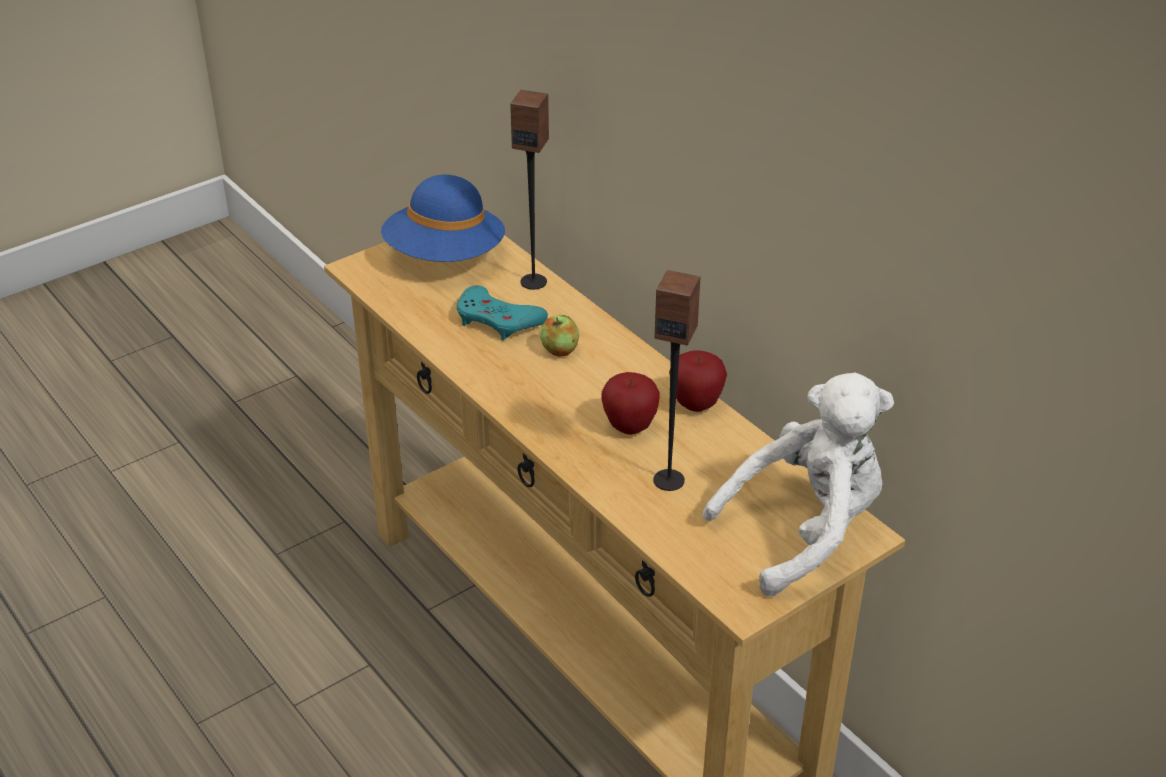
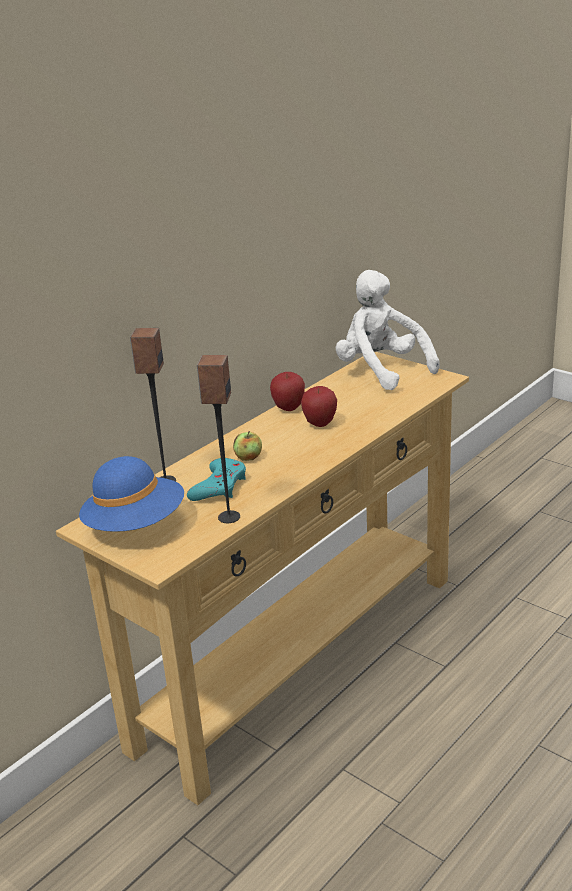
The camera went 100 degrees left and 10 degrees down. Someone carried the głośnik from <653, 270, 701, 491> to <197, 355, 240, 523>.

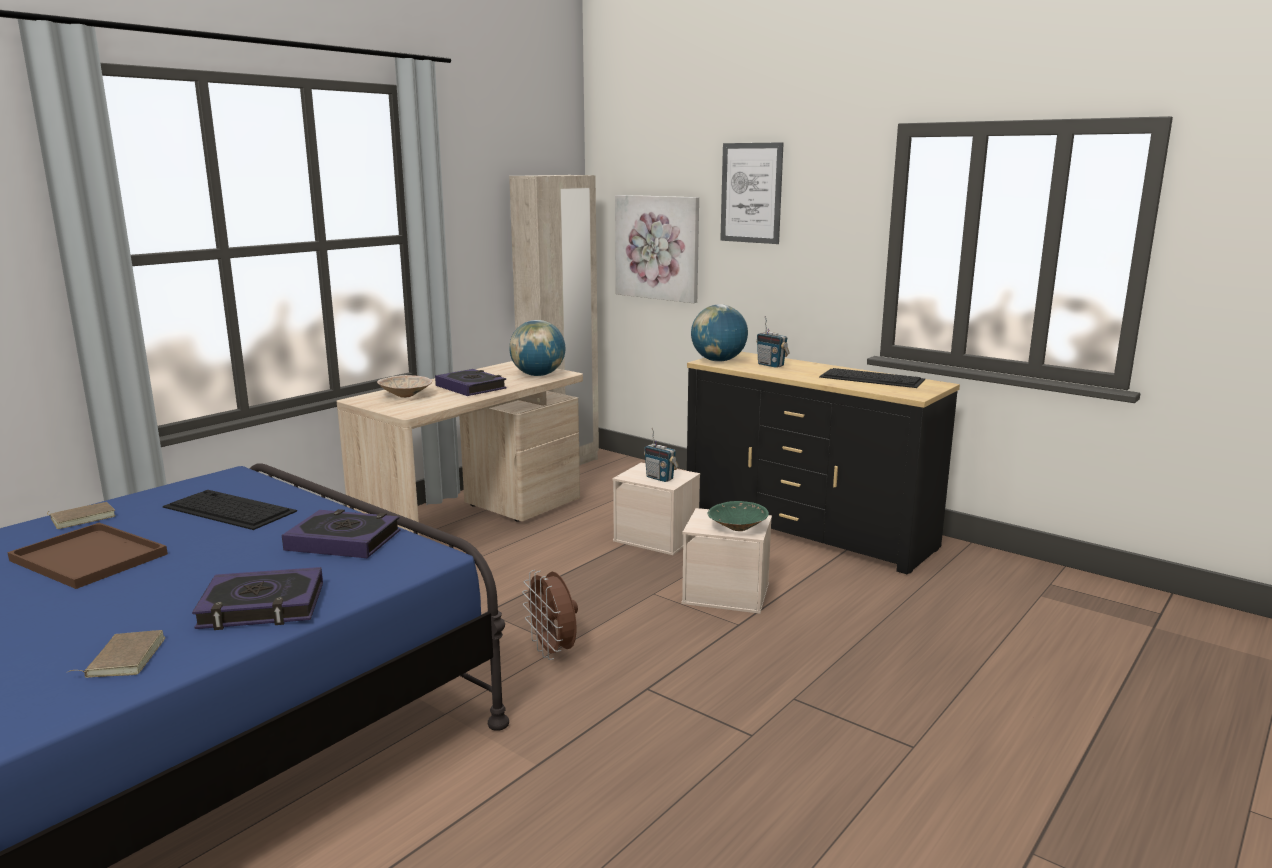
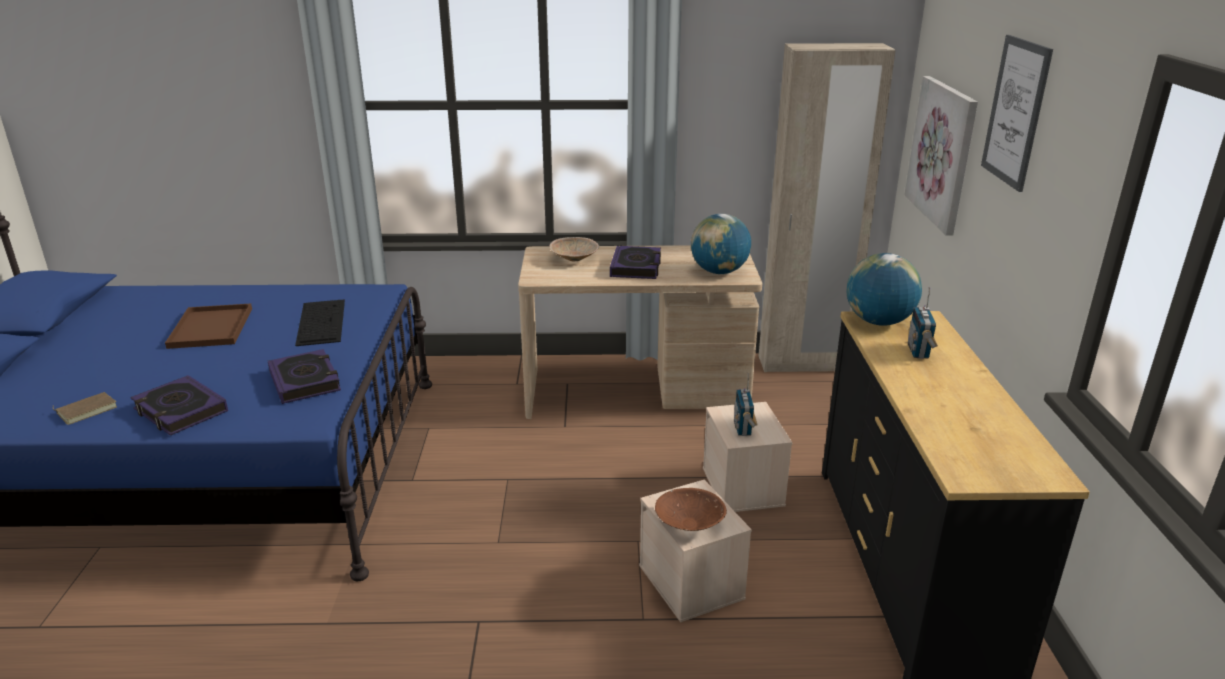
The camera went 50 degrees right and 10 degrees up. Someone repainted the miska [zielony] at <708, 501, 769, 531>, which became the miska [brązowy] at <655, 488, 727, 531>. Someone took away the książka [brązowy] at <47, 502, 115, 529>. Someone took away the wentylator [brązowy] at <522, 570, 578, 660>. Someone took away the klawiatura at <819, 368, 925, 388>.

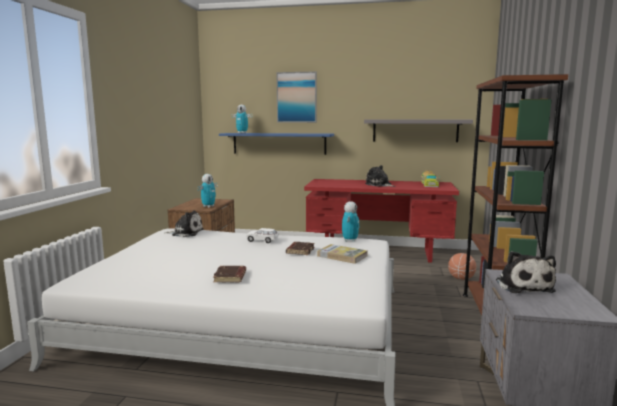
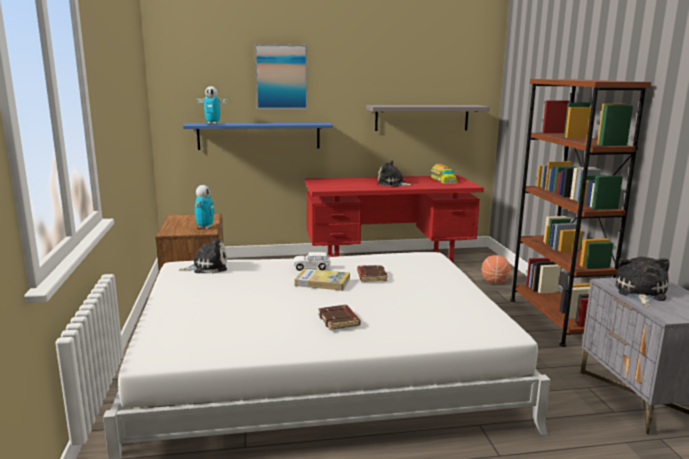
The camera went 20 degrees left and 5 degrees up. Someone carried the książka from <317, 244, 367, 264> to <294, 269, 350, 291>. Someone rotated the pluszak at <496, 251, 556, 293> by 135 degrees counterclockwise. Someone took away the robot zabawkowy at <342, 201, 359, 242>.

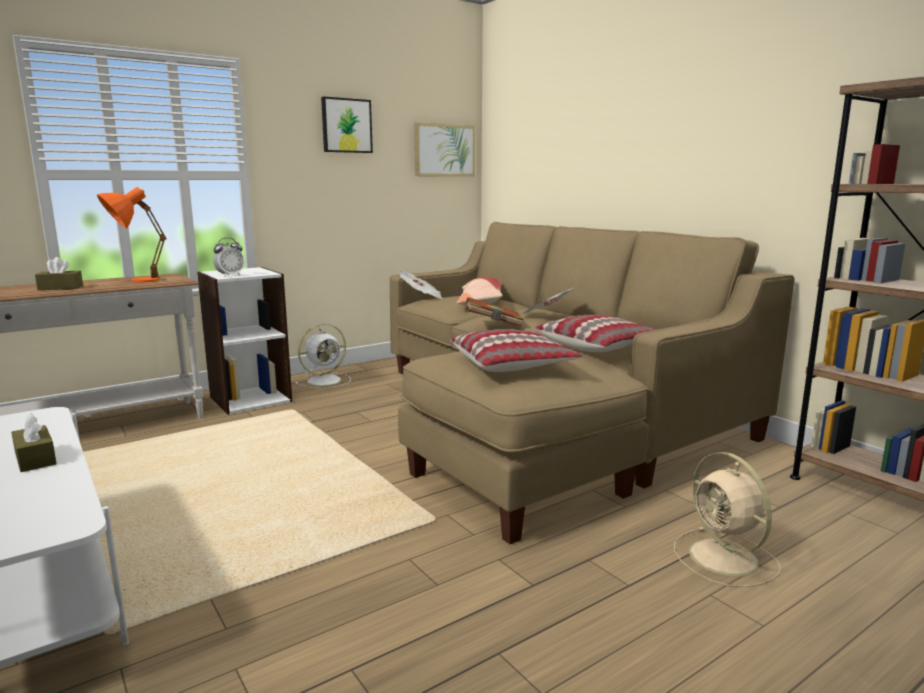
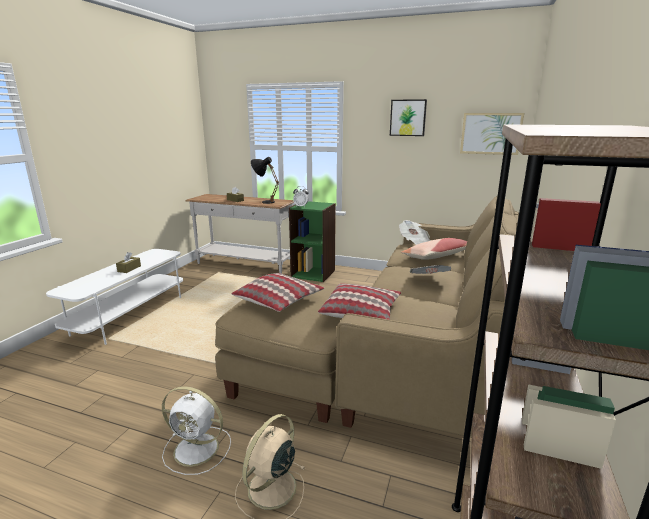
The camera went 55 degrees right and 5 degrees up. Someone carried the wentylator [biały] from <295, 324, 351, 388> to <162, 386, 231, 475>. Someone repainted the lampa stołowa [pomarańczowy] at <97, 187, 166, 283>, which became the lampa stołowa [czarny] at <251, 157, 279, 204>. Someone repainted the regał [biały] at <197, 267, 292, 415>, which became the regał [zielony] at <289, 201, 336, 282>. Someone took away the książka [brązowy] at <465, 297, 524, 327>.

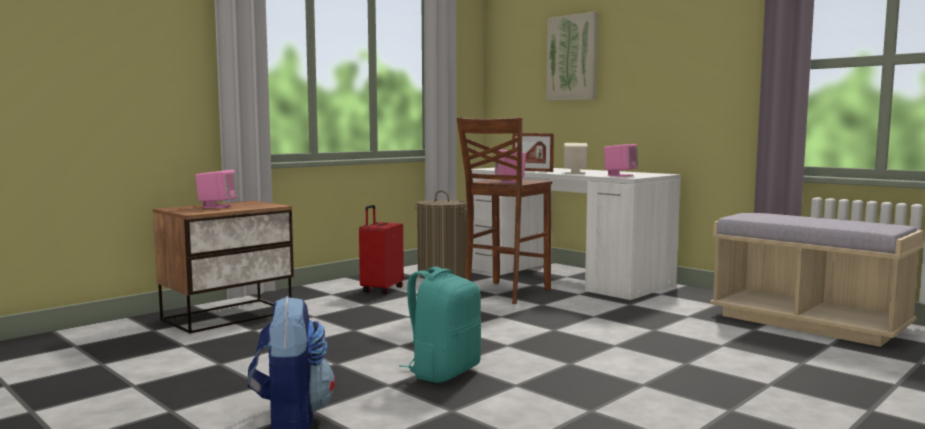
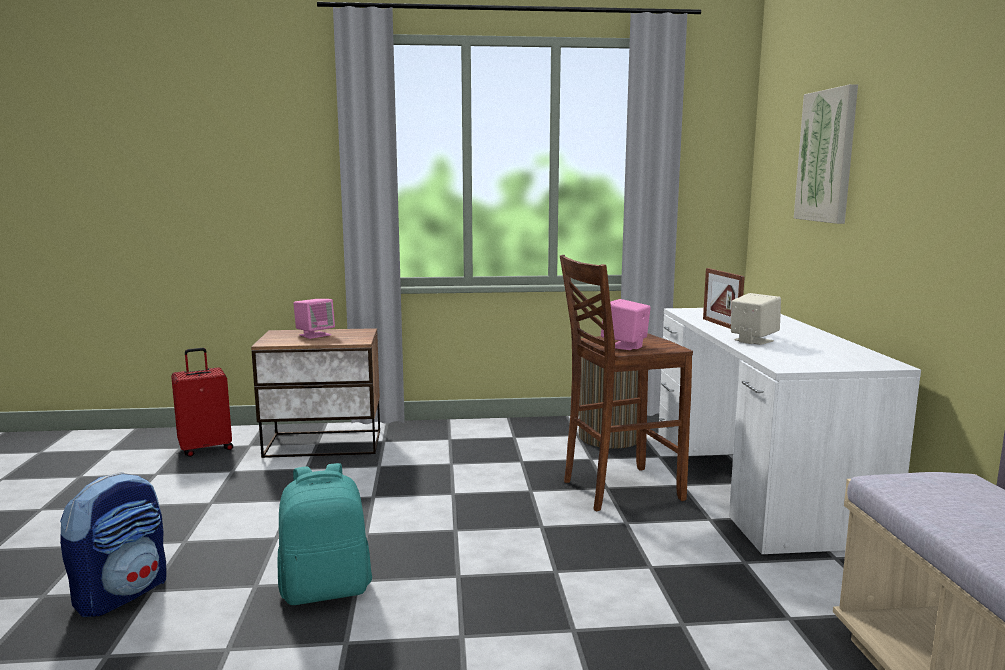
The camera went 40 degrees right and 5 degrees up. Someone carried the walizka [czerwony] from <359, 205, 404, 294> to <171, 348, 233, 457>. Someone took away the głośnik [różowy] at <604, 144, 638, 177>.

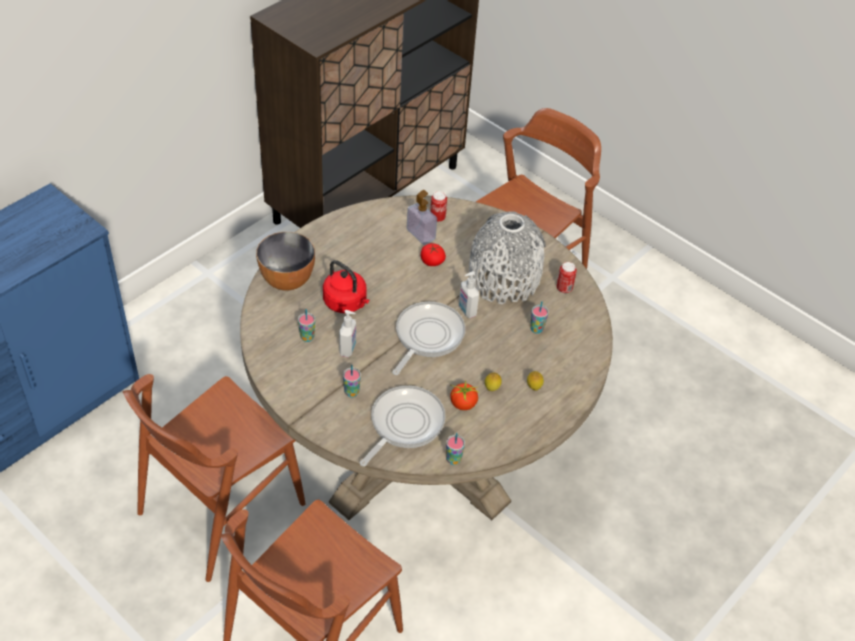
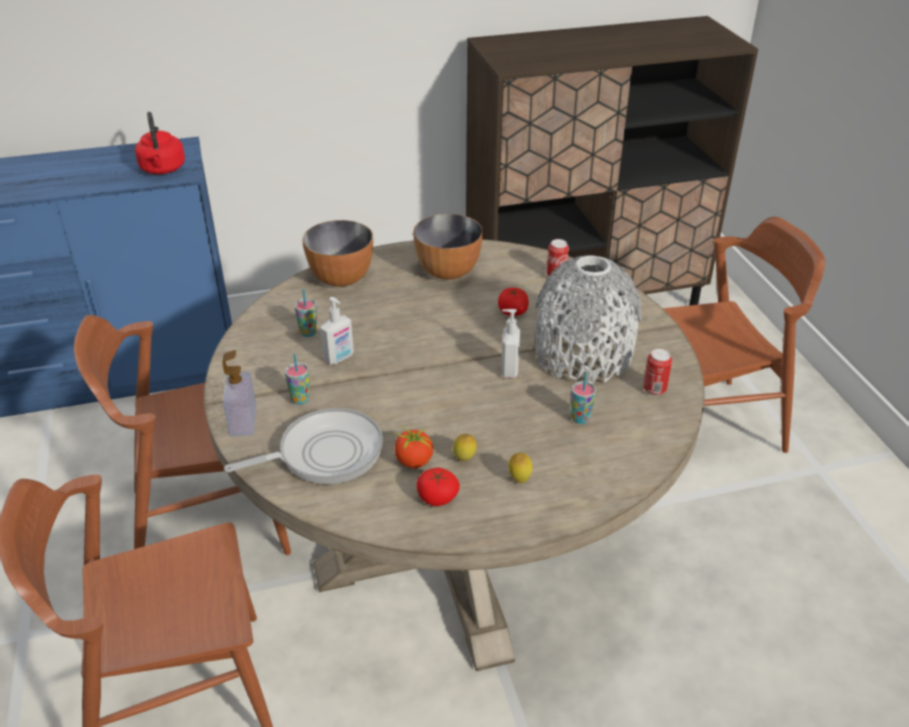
The camera went 35 degrees right and 10 degrees down. Someone carried the czajnik [czerwony] from <323, 260, 369, 313> to <135, 112, 185, 174>. Someone carried the dozownik mydła from <407, 190, 437, 245> to <222, 350, 256, 437>. Someone put down the miska at <413, 214, 483, 280>. Someone put down the pomidor at <416, 468, 460, 506>. Someone took away the patelnia at <392, 302, 465, 375>. Someone took away the filiżanka at <446, 433, 465, 465>.

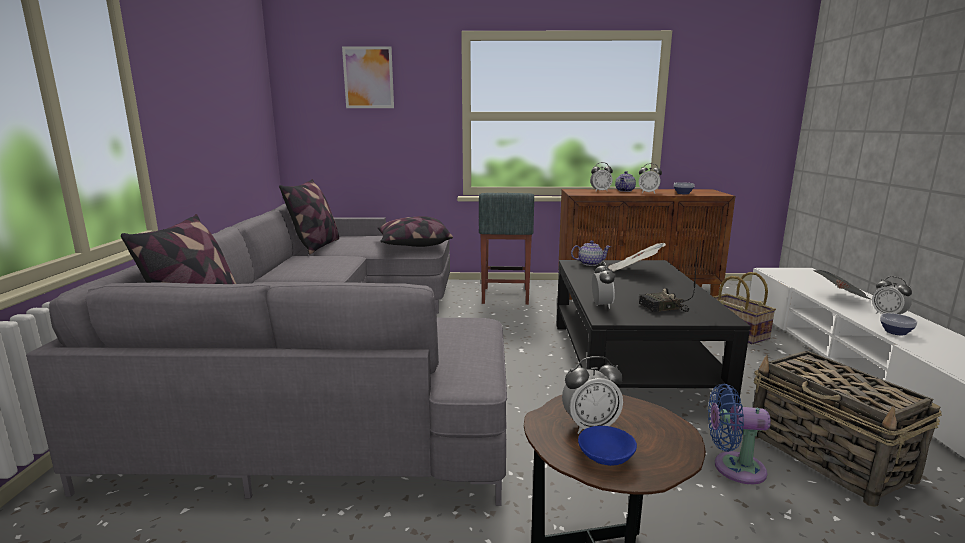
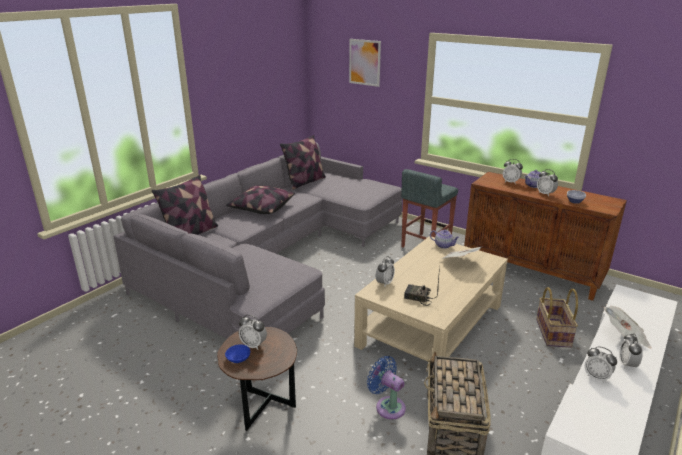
The camera went 35 degrees right and 10 degrees up. Someone carried the poduszka from <378, 216, 453, 247> to <226, 185, 295, 214>. Someone repainted the ława [czarny] at <556, 260, 751, 412>, which became the ława [beżowy] at <354, 236, 508, 361>. Someone swapped the miska at <880, 313, 917, 336> for the budzik at <585, 346, 617, 383>.

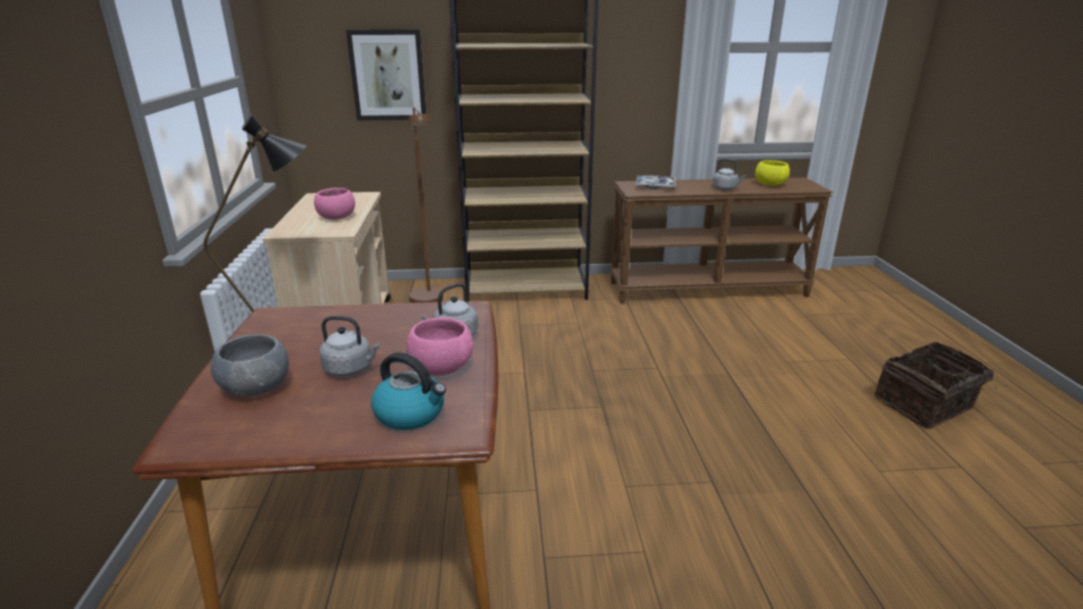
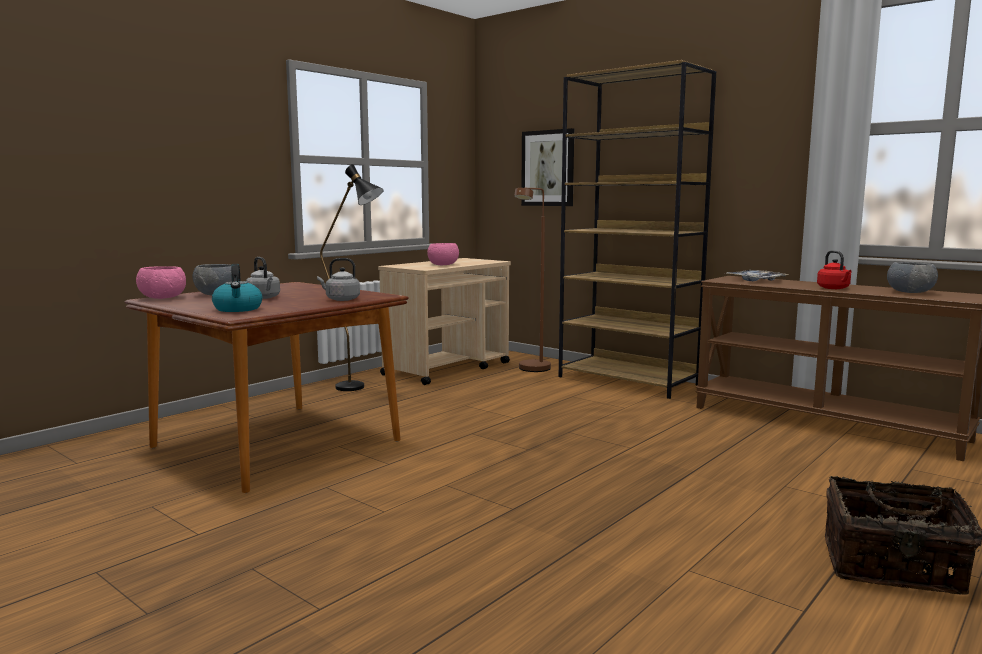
The camera went 45 degrees right and 15 degrees down. Someone carried the miska [różowy] from <406, 317, 473, 376> to <136, 266, 186, 299>. Someone repainted the czajnik [szary] at <713, 158, 746, 190>, which became the czajnik [czerwony] at <817, 250, 852, 289>. Someone repainted the miska [żółty] at <755, 160, 790, 186>, which became the miska [szary] at <887, 262, 938, 293>.

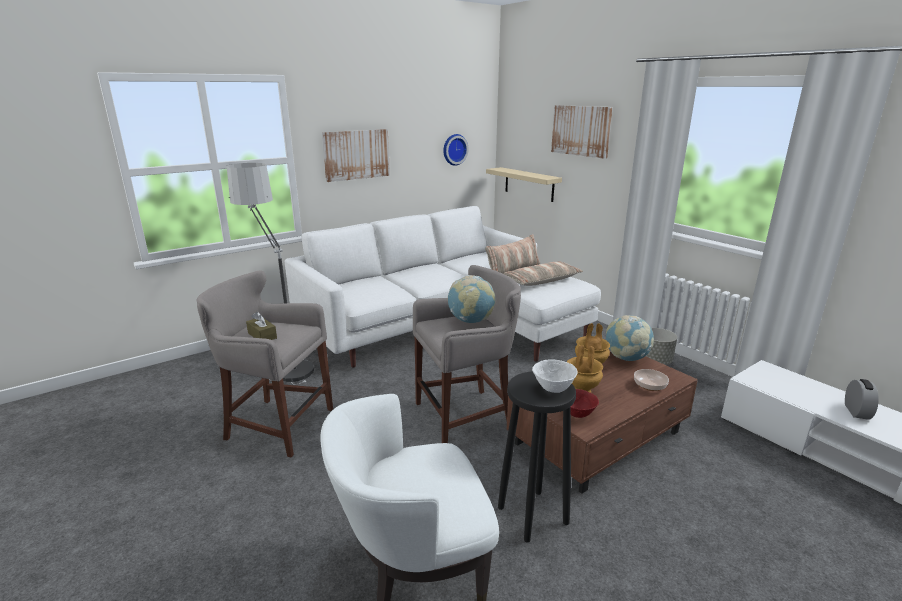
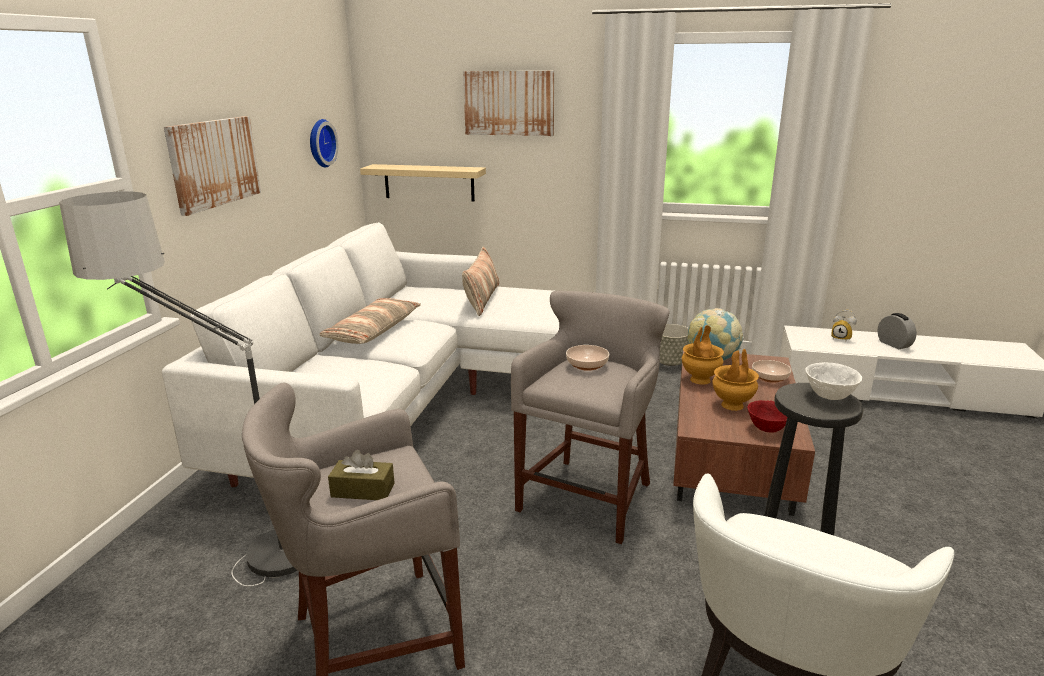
The camera went 40 degrees left and 0 degrees up. Someone carried the poduszka from <504, 261, 583, 286> to <320, 298, 421, 344>. Someone swapped the globus at <448, 275, 496, 323> for the miska at <566, 345, 609, 371>. Someone put down the budzik at <831, 310, 857, 340>.

